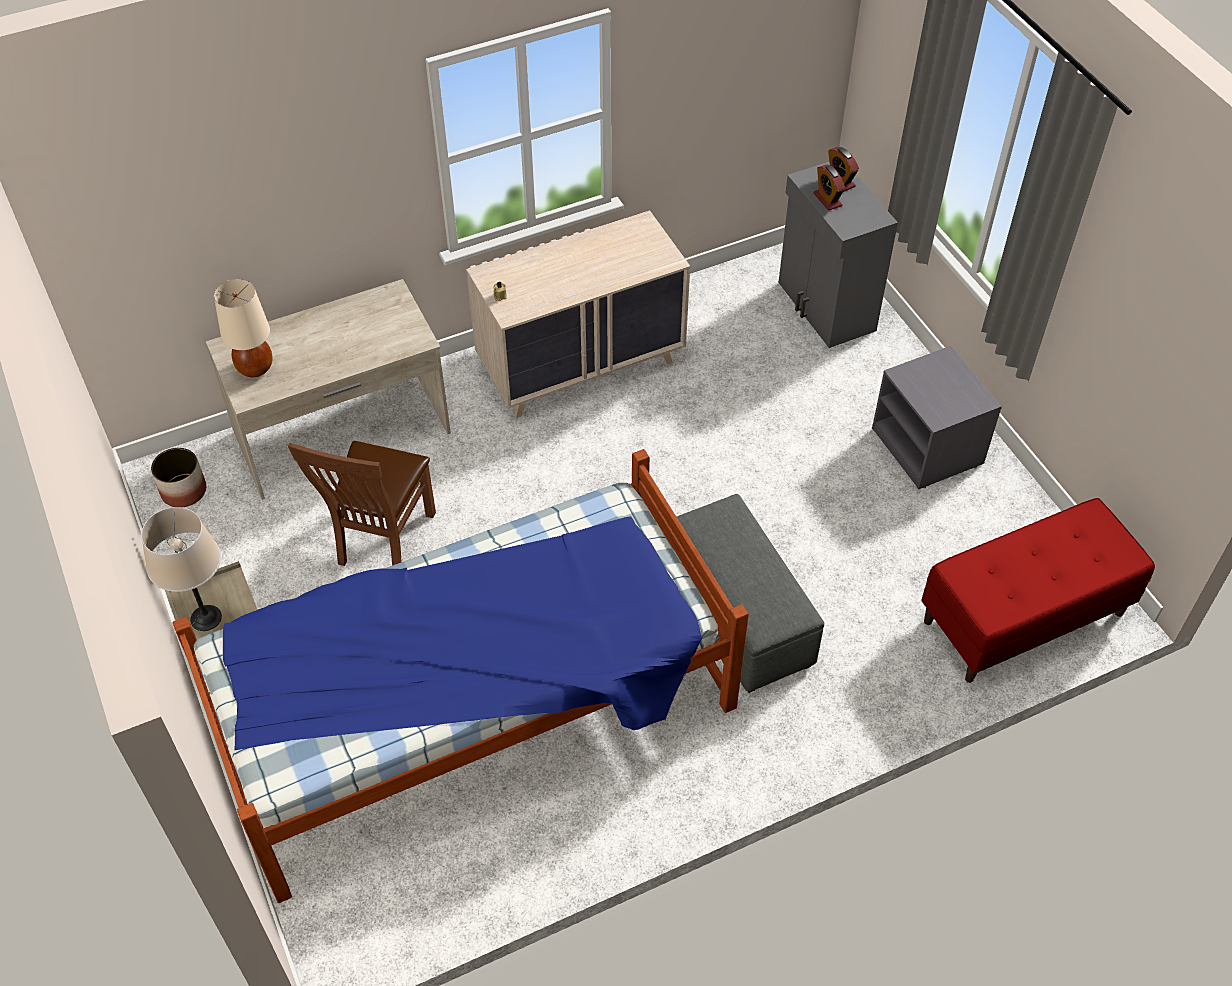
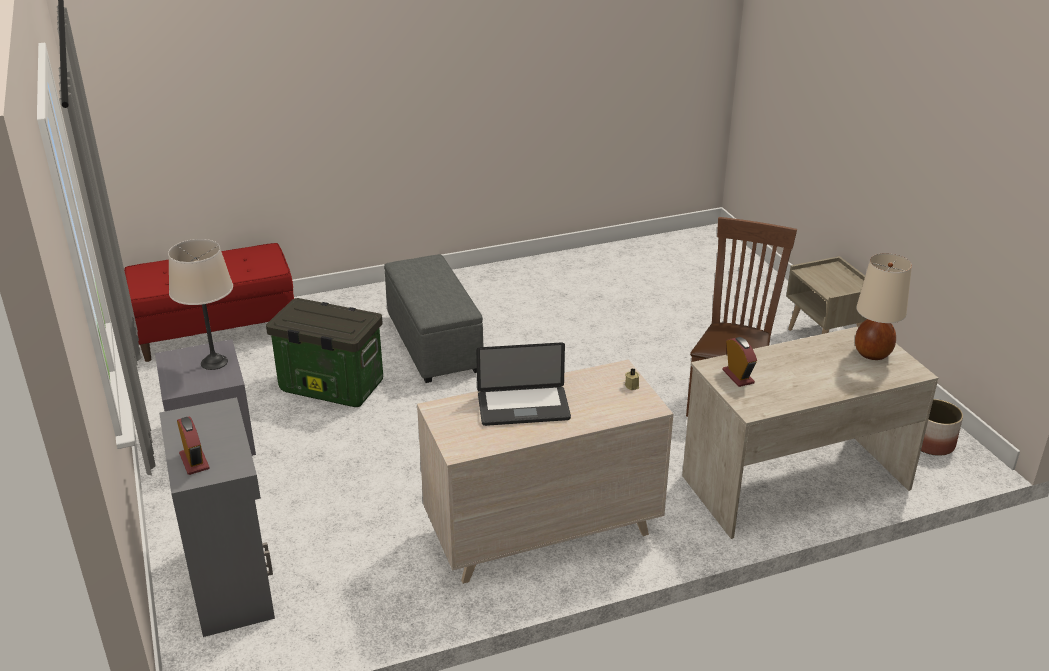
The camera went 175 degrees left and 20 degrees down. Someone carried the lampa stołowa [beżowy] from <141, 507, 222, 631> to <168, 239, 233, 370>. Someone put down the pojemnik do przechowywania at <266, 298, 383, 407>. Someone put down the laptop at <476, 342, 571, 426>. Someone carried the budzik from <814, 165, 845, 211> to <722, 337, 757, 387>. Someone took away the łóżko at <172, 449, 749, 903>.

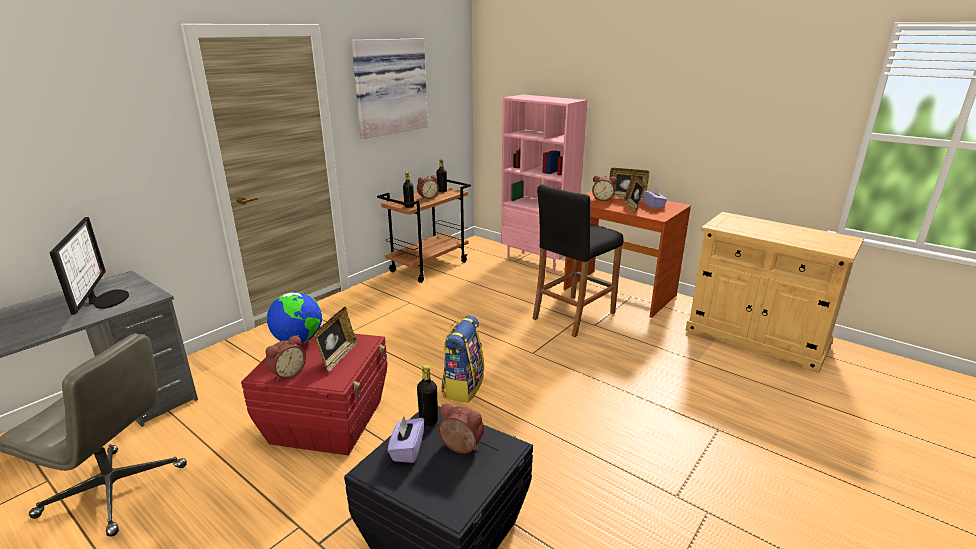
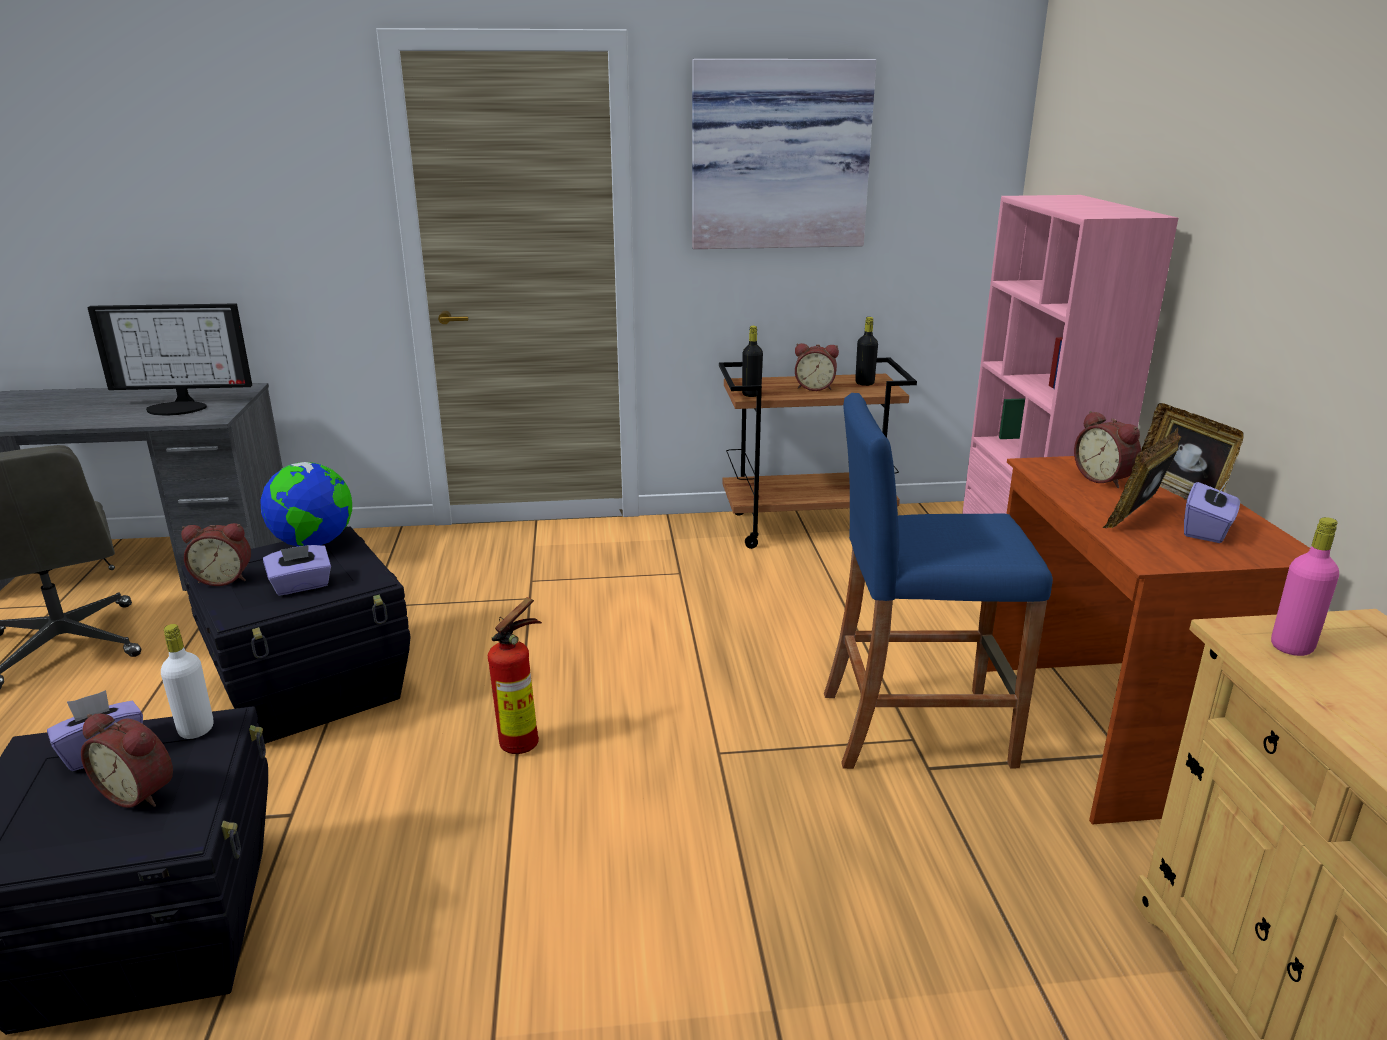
The camera went 45 degrees right and 0 degrees up. Someone rotated the budzik at <438, 404, 484, 454> by 135 degrees clockwise. Someone rotated the monitor at <50, 217, 129, 315> by 60 degrees clockwise. Someone repainted the butelka [czarny] at <417, 364, 438, 426>, which became the butelka [biały] at <161, 624, 213, 739>. Someone repainted the pojemnik do przechowywania [czerwony] at <241, 334, 388, 455>, which became the pojemnik do przechowywania [czarny] at <181, 527, 410, 744>. Someone swapped the ramka na zdjęcie at <314, 307, 358, 372> for the pudełko chusteczek [fioletowy] at <263, 545, 331, 596>. Someone swapped the plecak at <441, 315, 484, 403> for the gaśnica at <488, 597, 542, 754>. Someone repainted the stołek [czarny] at <532, 184, 624, 337>, which became the stołek [niebieski] at <824, 393, 1053, 769>. Someone put down the butelka [różowy] at <1271, 517, 1339, 656>.

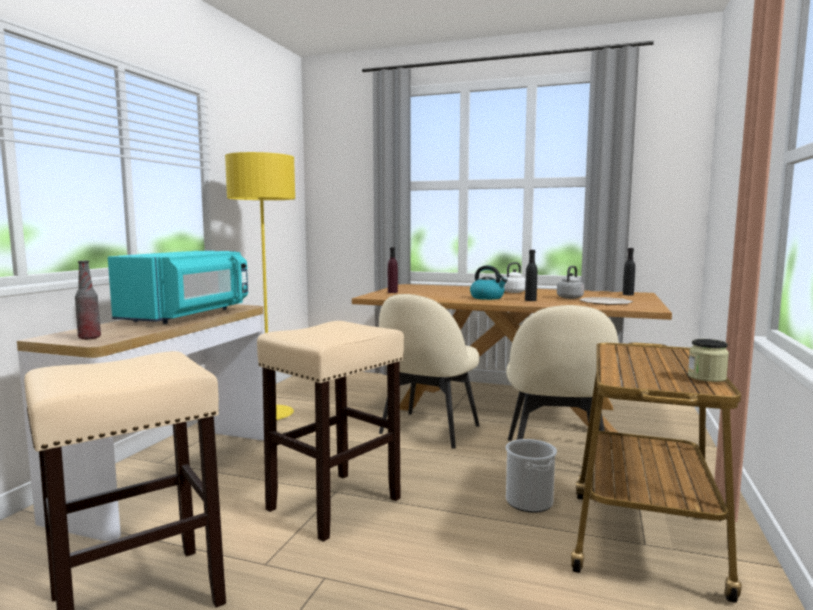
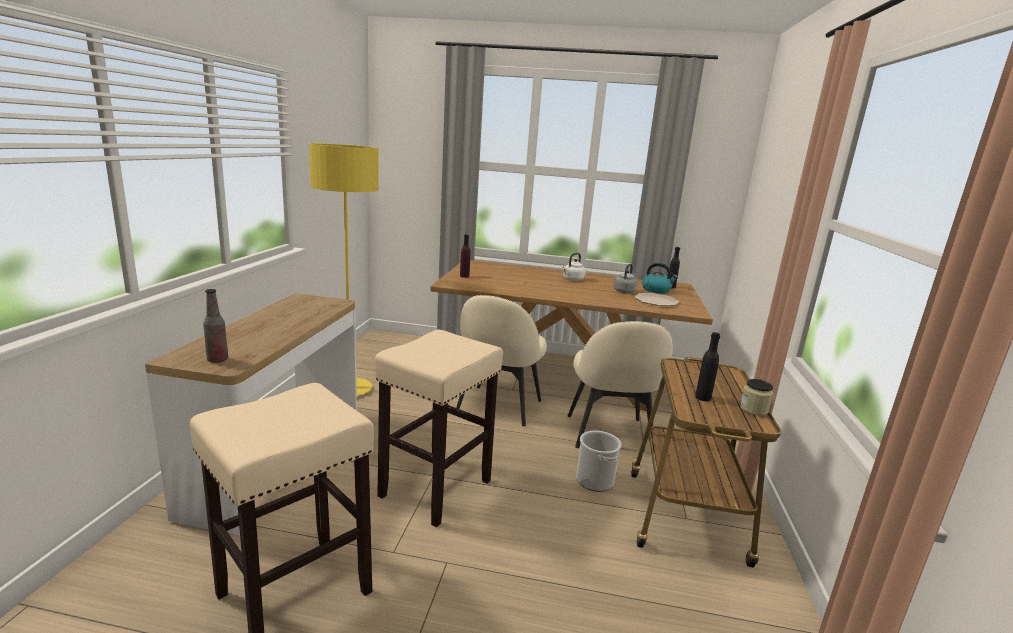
The camera went 10 degrees left and 10 degrees up. Someone carried the czajnik from <470, 265, 508, 300> to <642, 263, 678, 293>. Someone carried the butelka [czarny] from <525, 250, 537, 301> to <695, 332, 720, 401>. Someone took away the mikrofalówka [turkusowy] at <108, 251, 248, 324>.

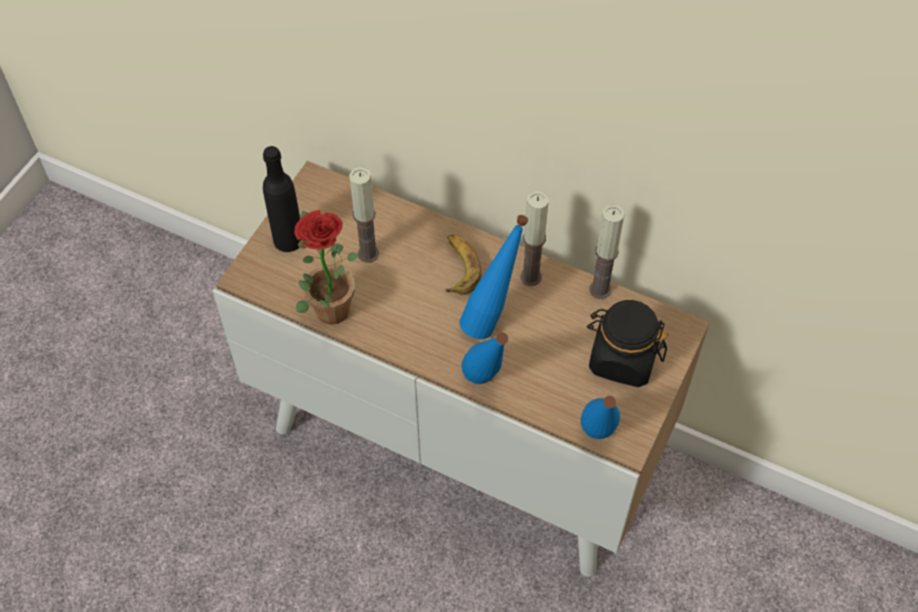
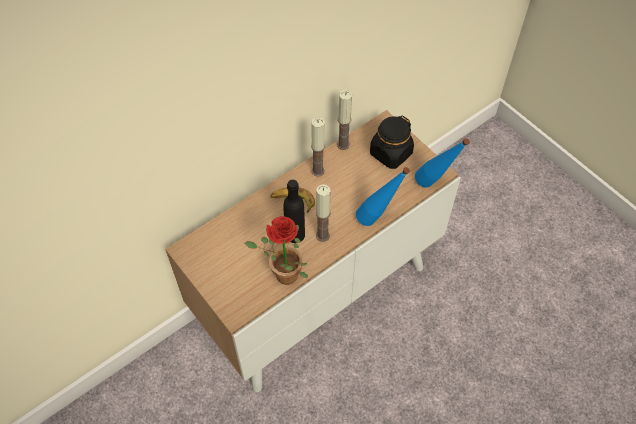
The camera went 65 degrees left and 0 degrees up. Someone carried the butelka [czarny] from <263, 146, 302, 252> to <283, 180, 305, 243>. Someone carried the świeca from <349, 167, 379, 263> to <316, 184, 331, 242>. Someone took away the butelka [niebieski] at <459, 215, 528, 339>.

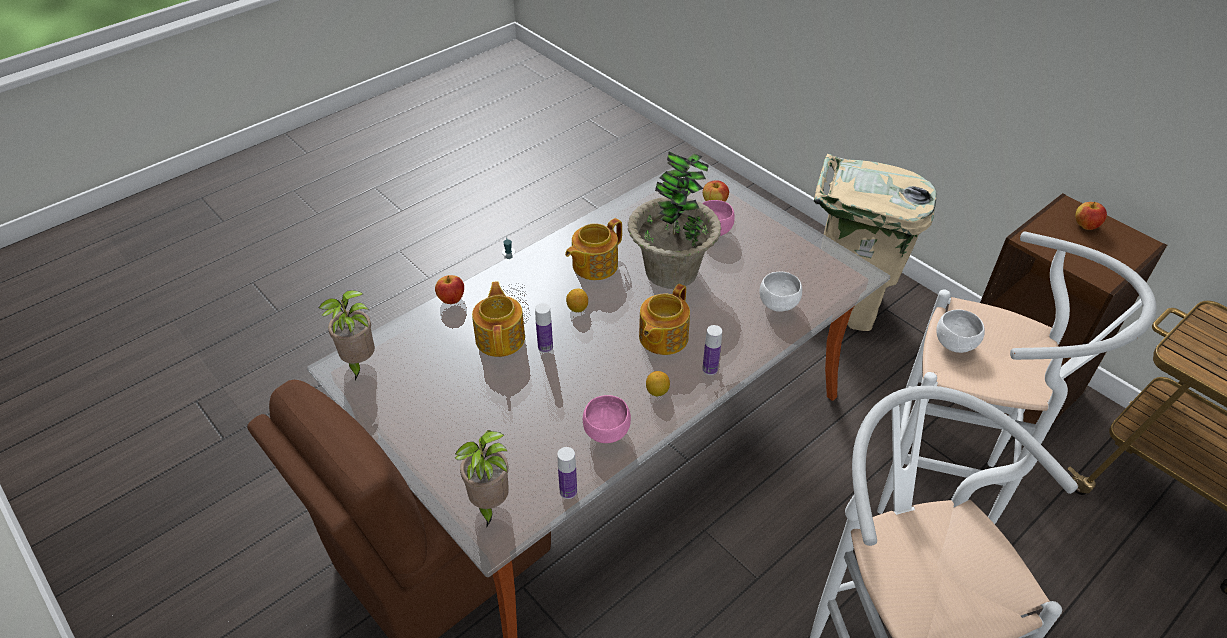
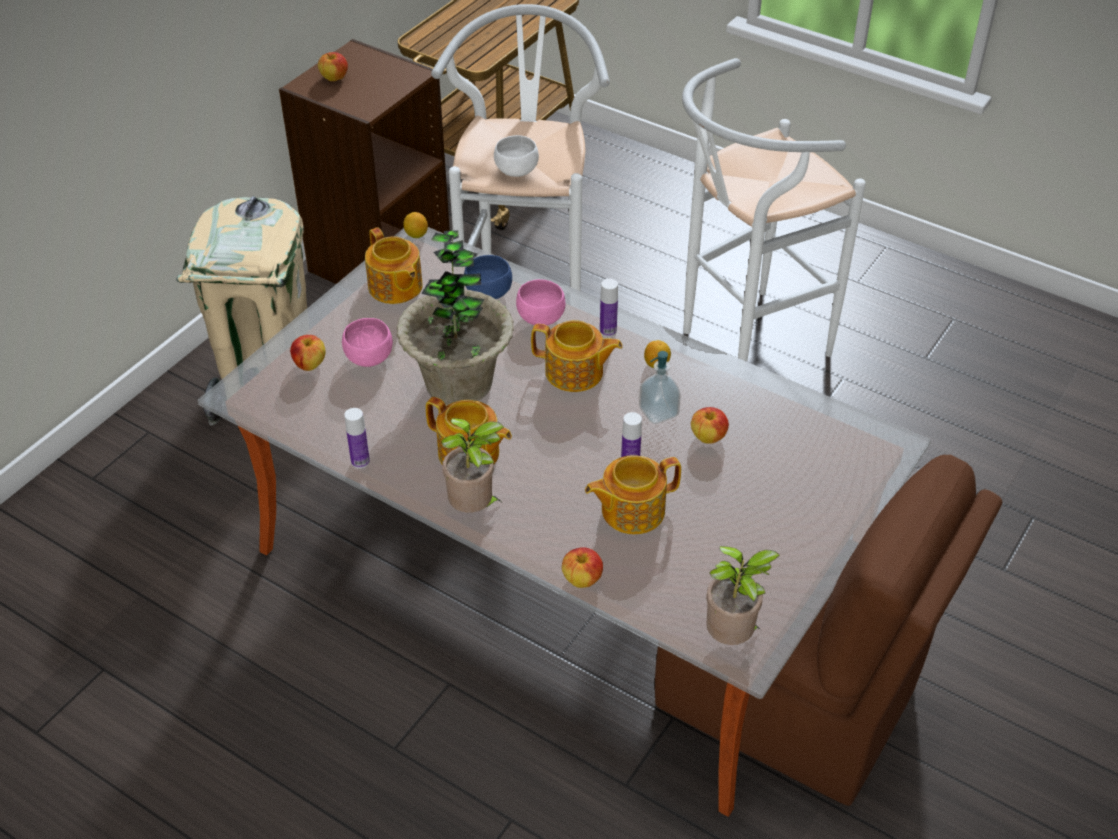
The camera went 105 degrees left and 0 degrees up. Someone carried the butelka from <557, 447, 577, 499> to <344, 408, 370, 469>. Someone put down the imbryk at <365, 227, 423, 304>. Someone carried the cytryna from <566, 288, 588, 312> to <403, 212, 428, 238>. Someone carried the roślina doniczkowa from <455, 430, 509, 528> to <441, 418, 504, 513>. Someone repainted the miska [biały] at <759, 272, 802, 312>, which became the miska [niebieski] at <464, 255, 512, 299>. Someone carried the miska [różowy] from <583, 395, 631, 443> to <516, 279, 565, 325>. Someone carried the dozownik mydła from <496, 238, 526, 297> to <639, 351, 681, 424>. Someone put down the jabłko at <691, 407, 729, 444>.

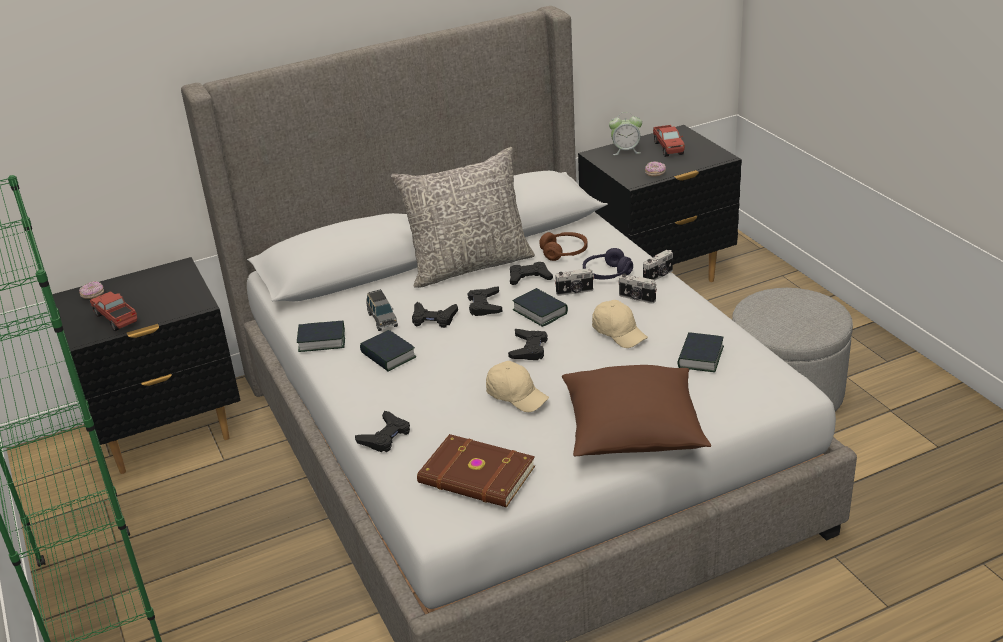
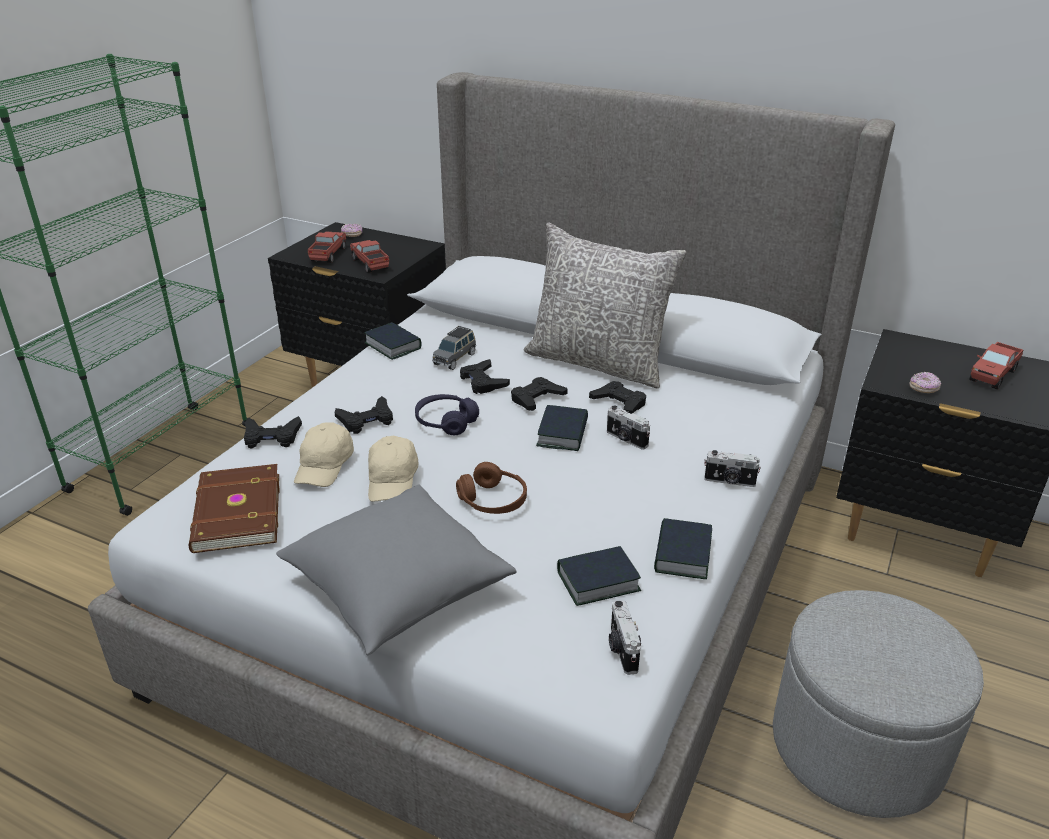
The camera went 50 degrees right and 0 degrees up. Someone repainted the poduszka [brązowy] at <562, 365, 711, 456>, which became the poduszka [szary] at <276, 484, 517, 655>. Someone carried the czapka z daszkiem [beżowy] from <592, 300, 648, 348> to <294, 422, 354, 487>. Someone carried the pad do gier [czarny] from <508, 329, 548, 360> to <335, 396, 393, 434>. Someone put down the ciężarówka zabawkowa at <350, 240, 389, 273>. Someone carried the słuchawki [fioletowy] from <583, 248, 633, 279> to <415, 394, 479, 435>. Someone carried the słuchawki [brązowy] from <539, 232, 588, 261> to <456, 462, 527, 514>. Someone carried the aparat fotograficzny from <618, 273, 657, 304> to <609, 601, 641, 675>. Someone carried the książka from <360, 330, 416, 371> to <654, 518, 712, 579>. Someone took away the budzik at <609, 112, 642, 155>.

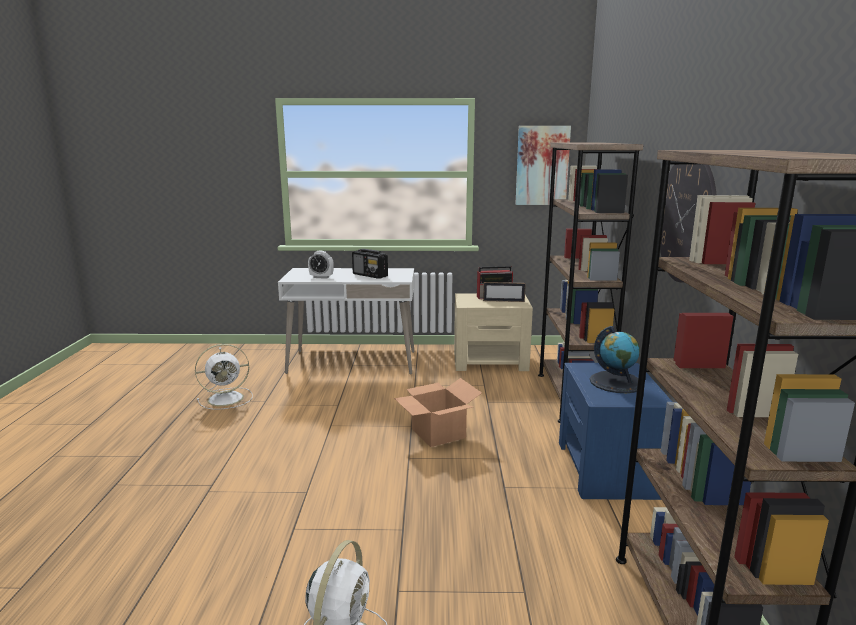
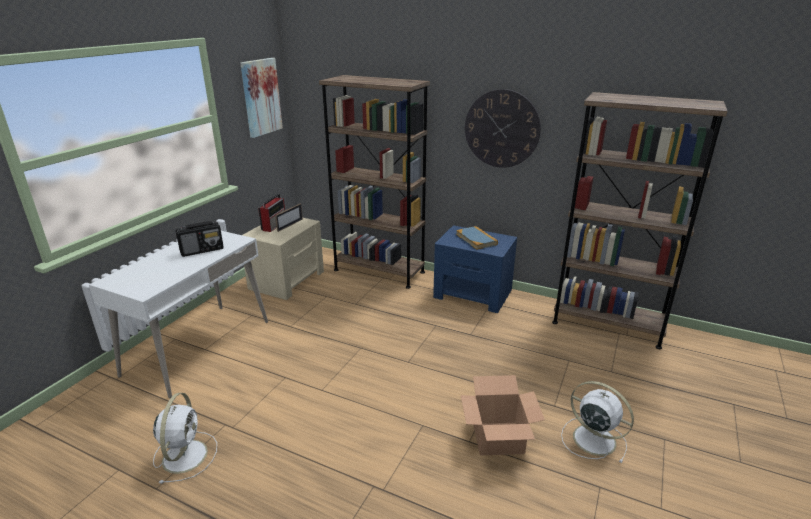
The camera went 65 degrees left and 10 degrees up. Someone swapped the globus at <590, 326, 640, 393> for the książka at <456, 226, 498, 250>. Someone carried the karton from <394, 378, 482, 447> to <461, 375, 545, 455>. Someone took away the budzik at <308, 251, 334, 279>.

